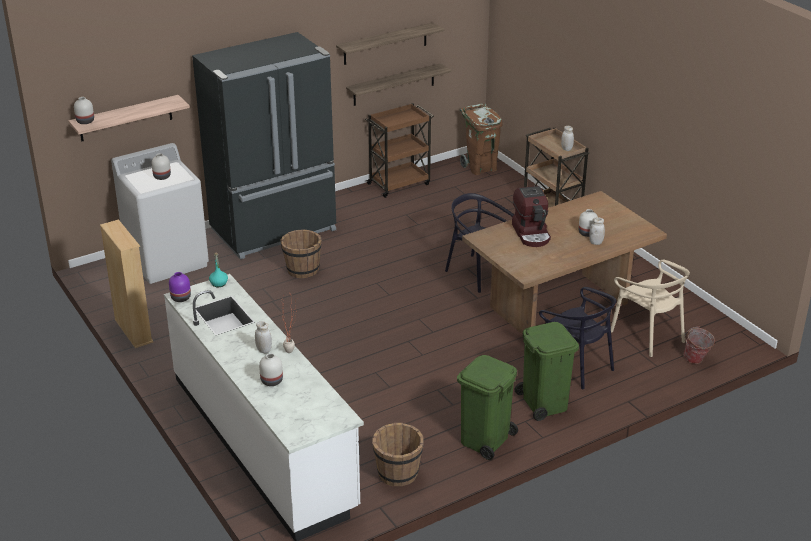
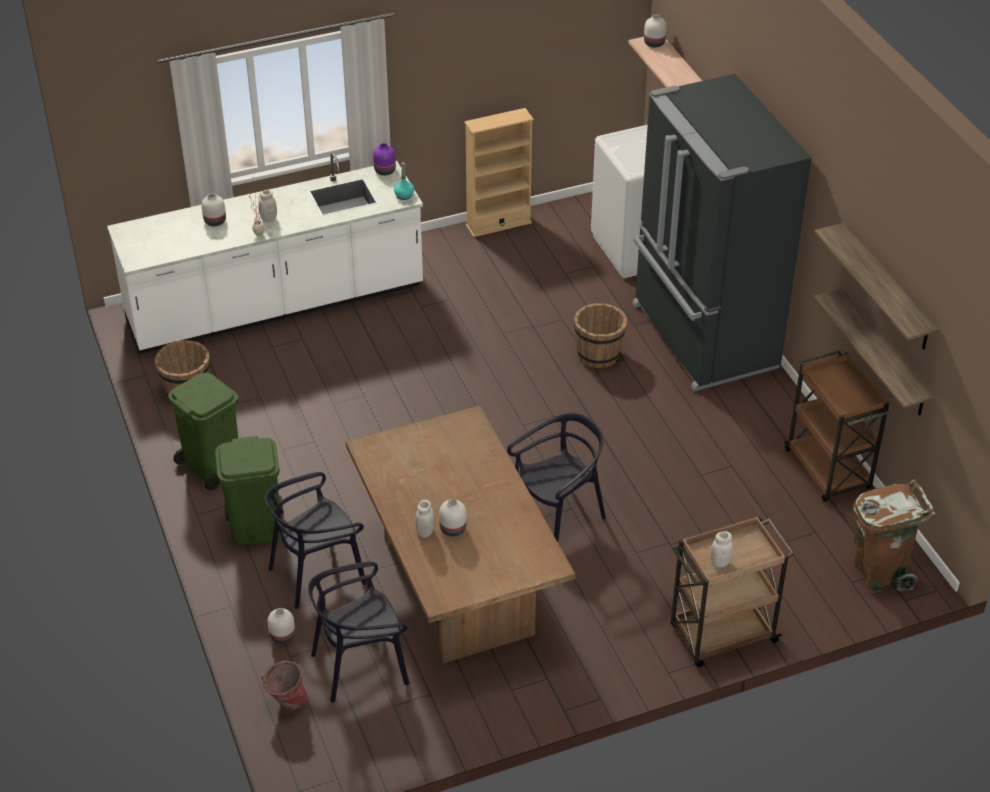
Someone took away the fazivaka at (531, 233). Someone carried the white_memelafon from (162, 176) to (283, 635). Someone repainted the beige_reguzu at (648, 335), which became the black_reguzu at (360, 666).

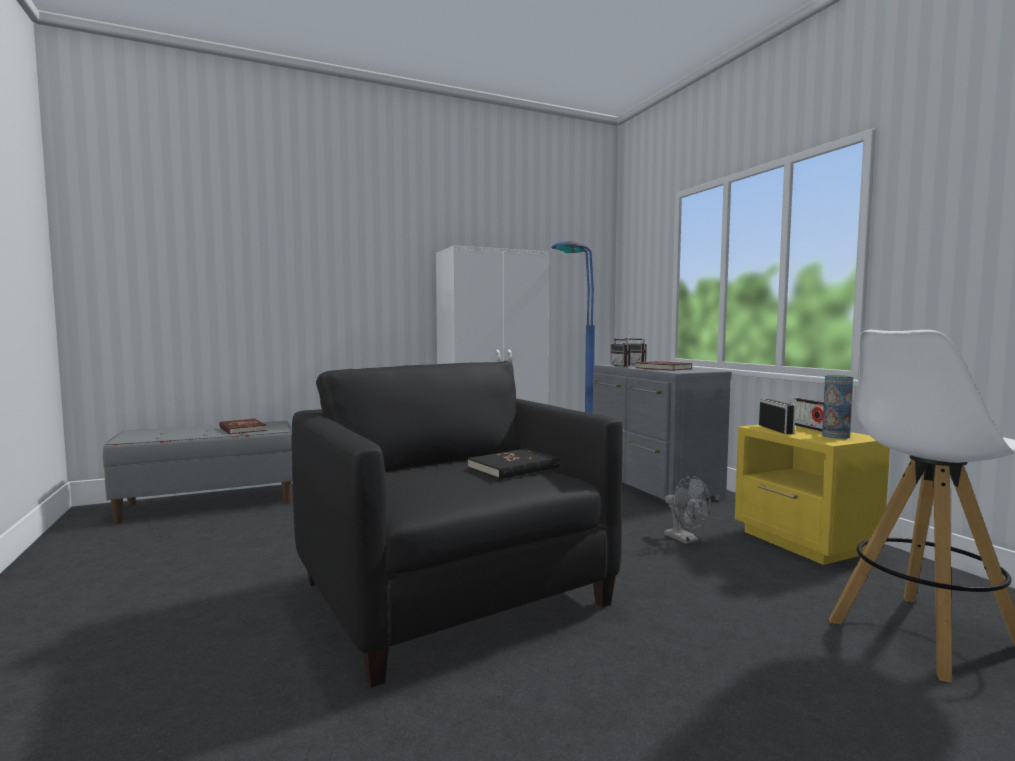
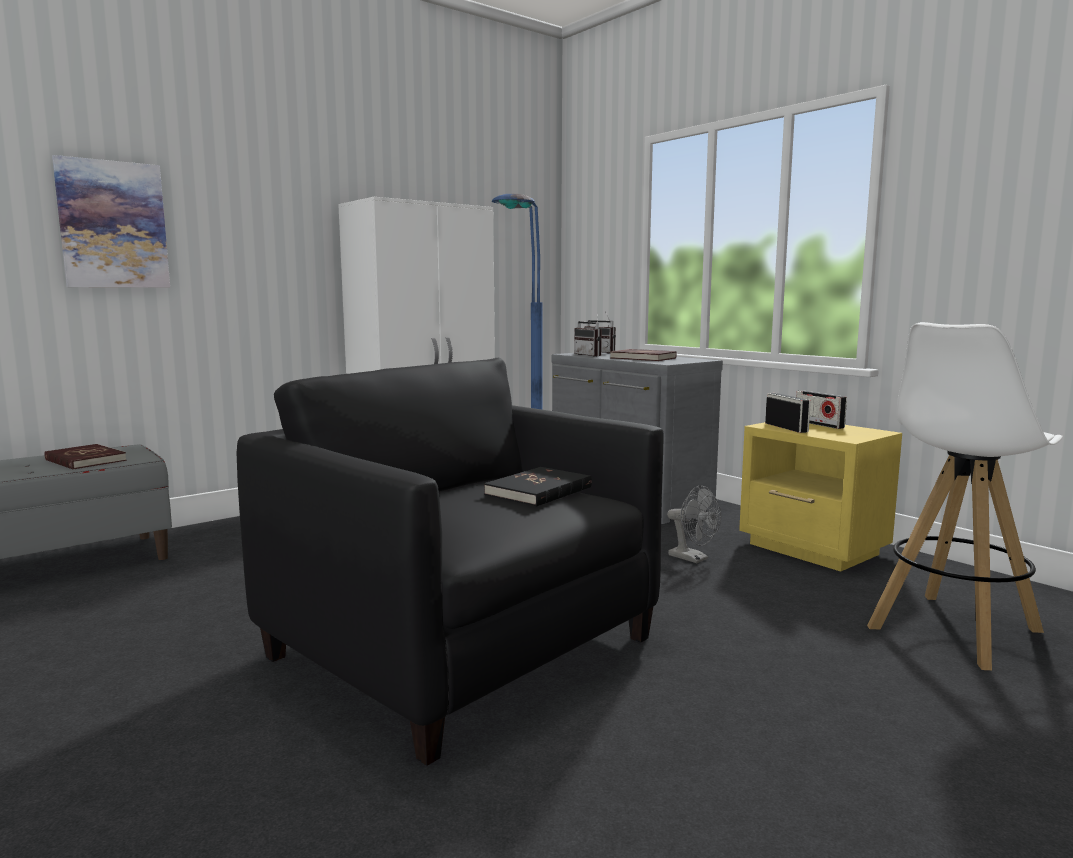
Someone took away the memelafon at (835, 436). Someone put up the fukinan at (113, 225).

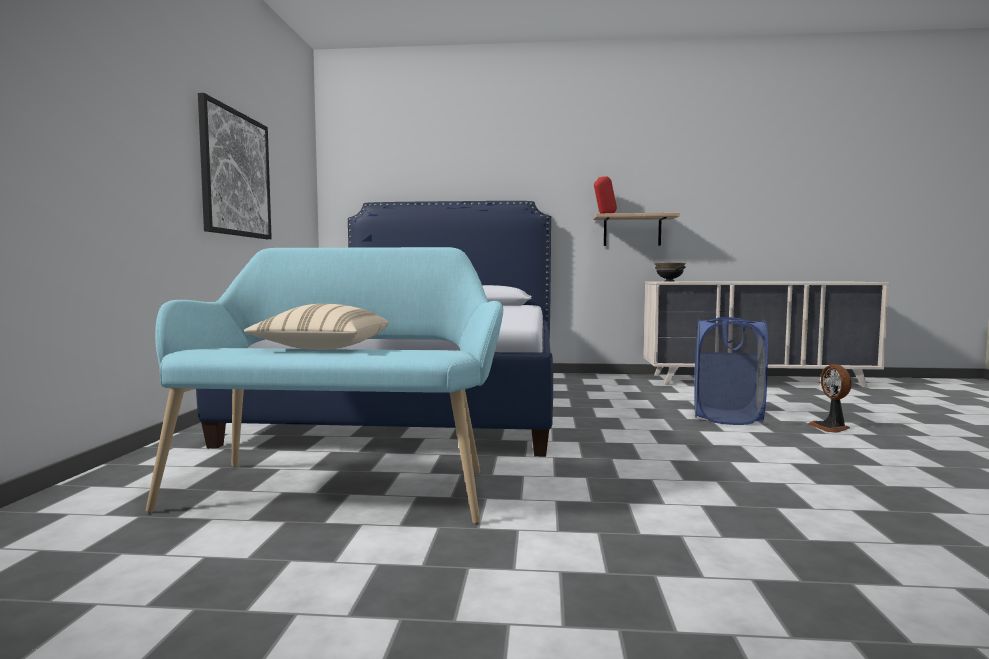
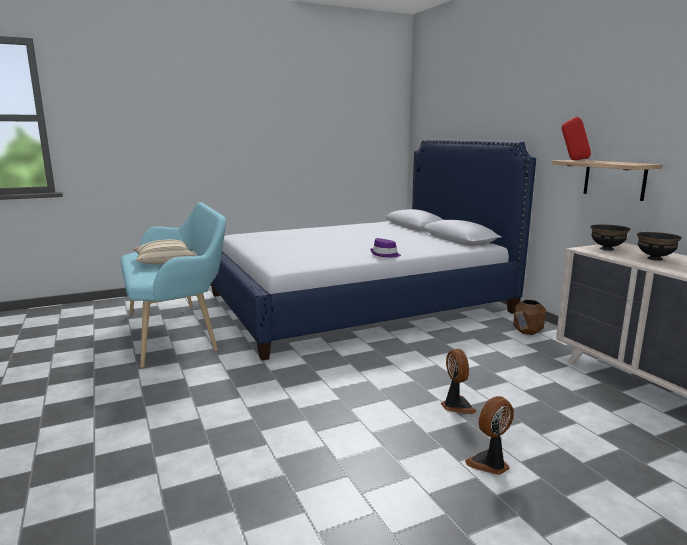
Someone took away the fukinan at (235, 174). Someone put down the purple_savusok at (385, 255). Someone put down the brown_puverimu at (528, 331). Someone put down the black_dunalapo at (654, 258). Someone swapped the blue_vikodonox at (727, 418) for the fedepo at (456, 406).

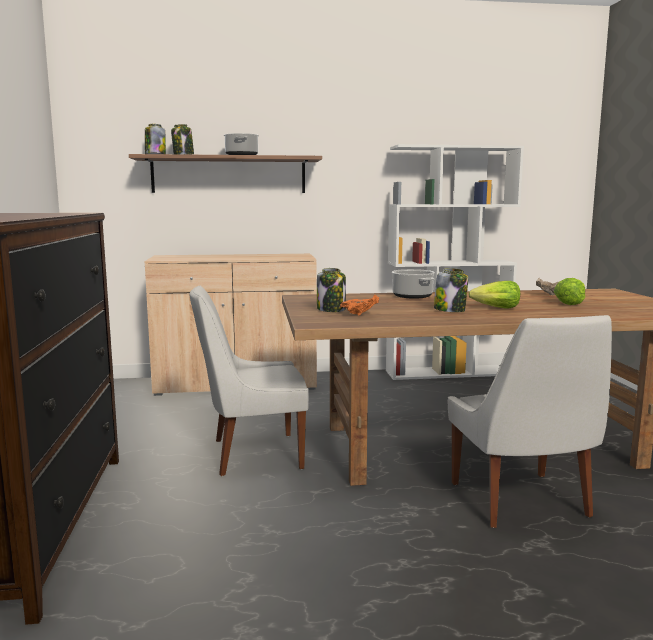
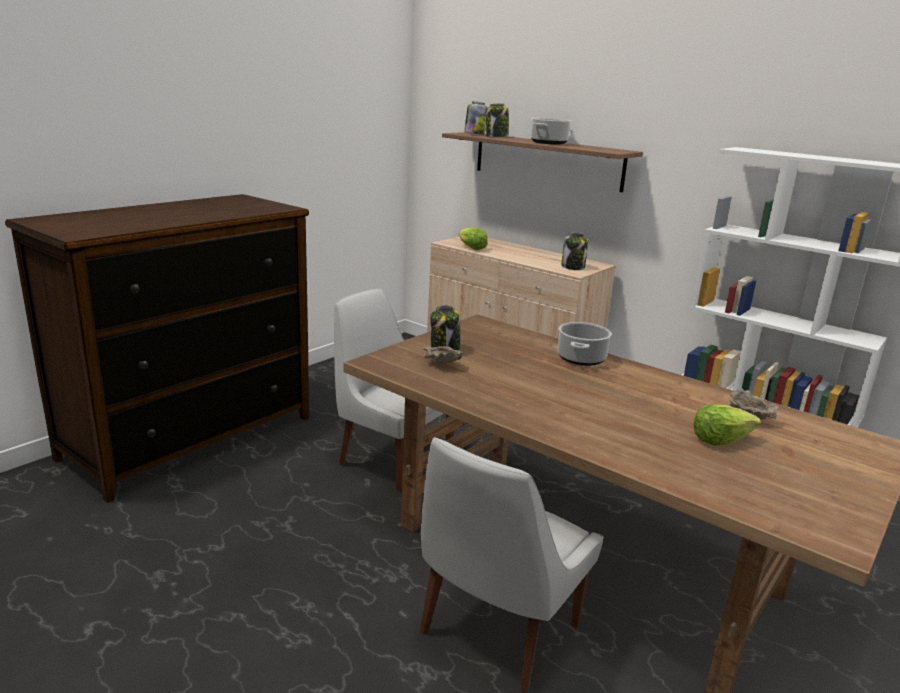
Someone carried the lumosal from (450, 310) to (573, 267). Someone carried the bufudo from (496, 308) to (471, 248). Someone repainted the orange_dunalapo at (359, 315), which became the beige_dunalapo at (442, 365).

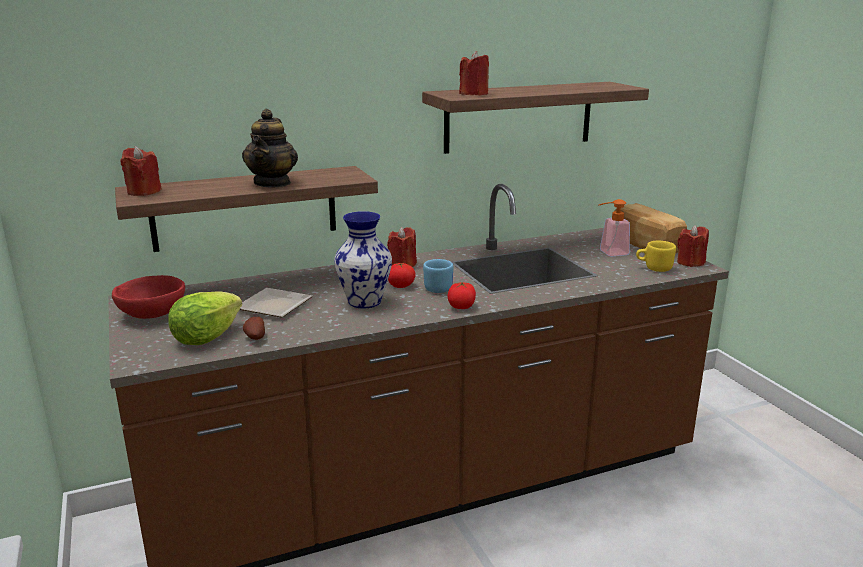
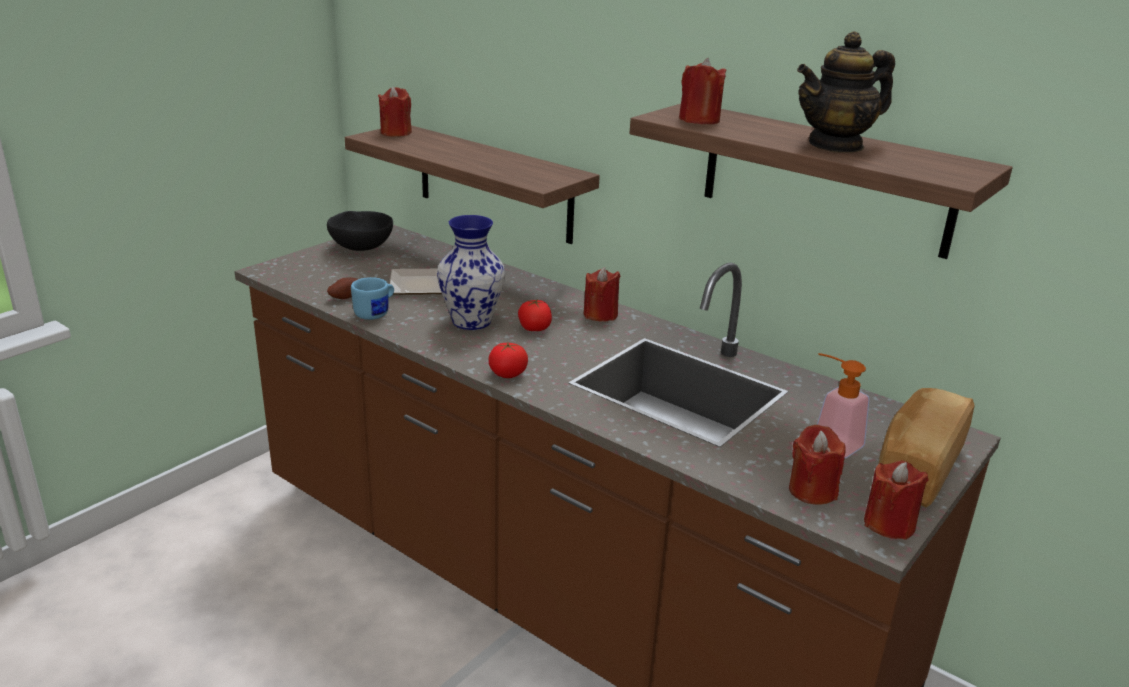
Someone took away the bufudo at (206, 337). Someone carried the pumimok from (273, 183) to (836, 145). Someone carried the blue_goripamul from (436, 288) to (376, 313). Someone swapped the yellow_goripamul at (653, 268) for the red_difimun at (812, 490). Someone repainted the red_dunalapo at (153, 314), which became the black_dunalapo at (362, 247).

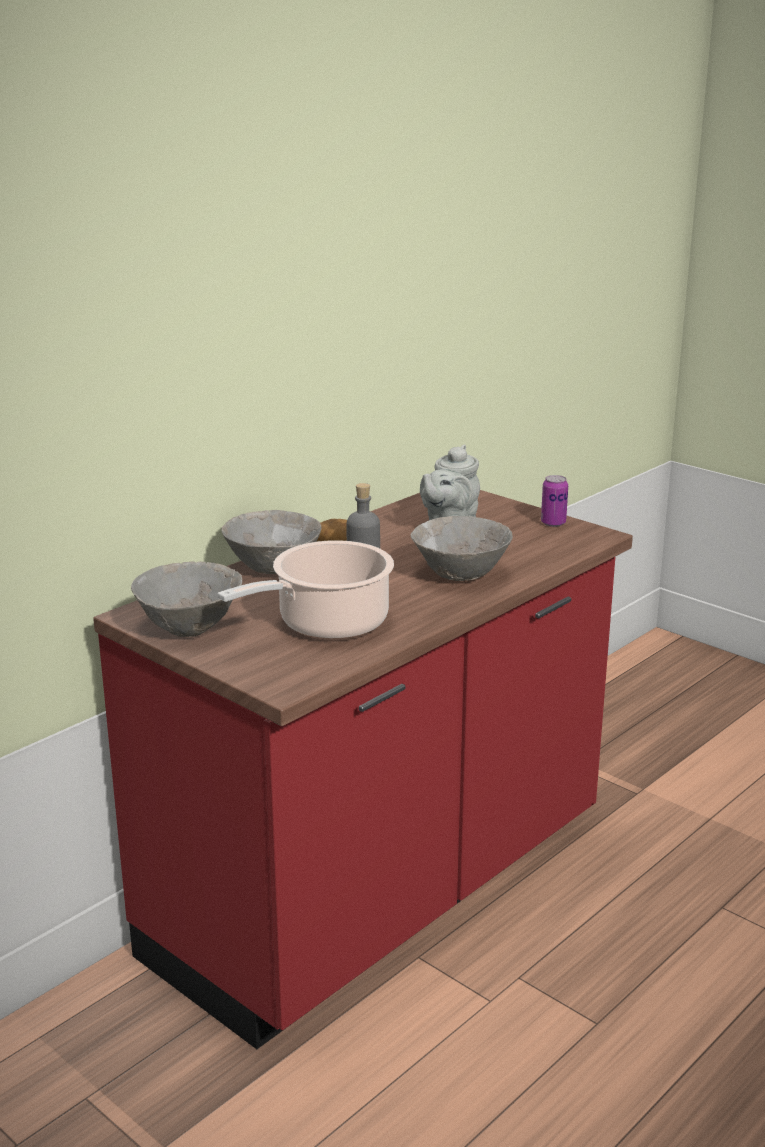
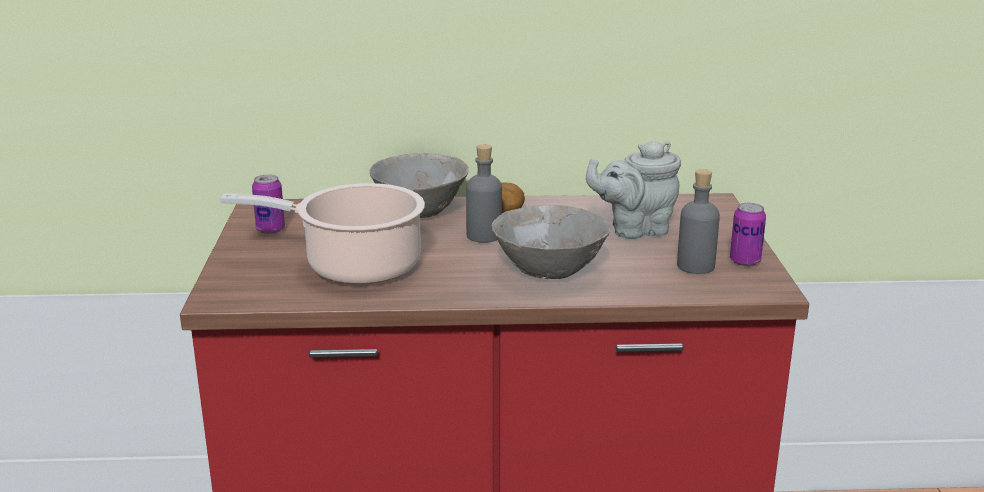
Someone put down the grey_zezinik at (695, 266). Someone swapped the grey_dunalapo at (190, 626) for the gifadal at (270, 229).

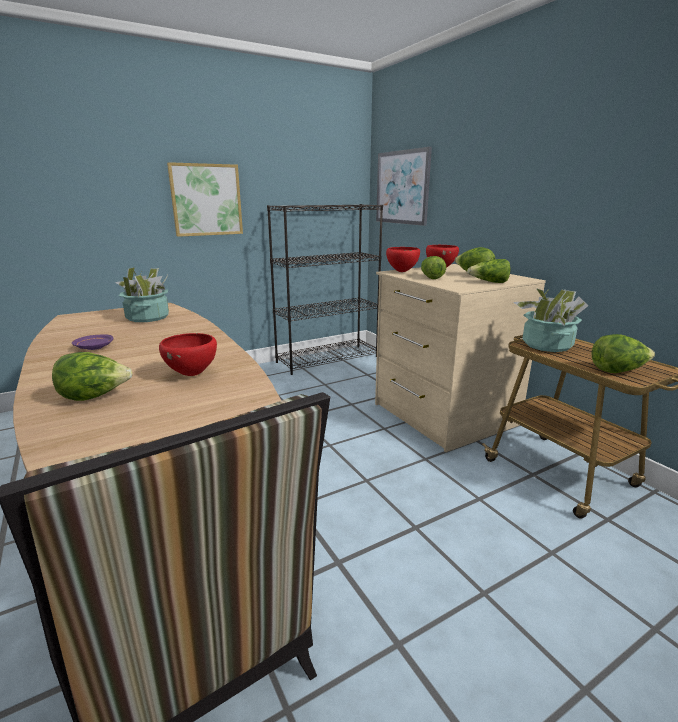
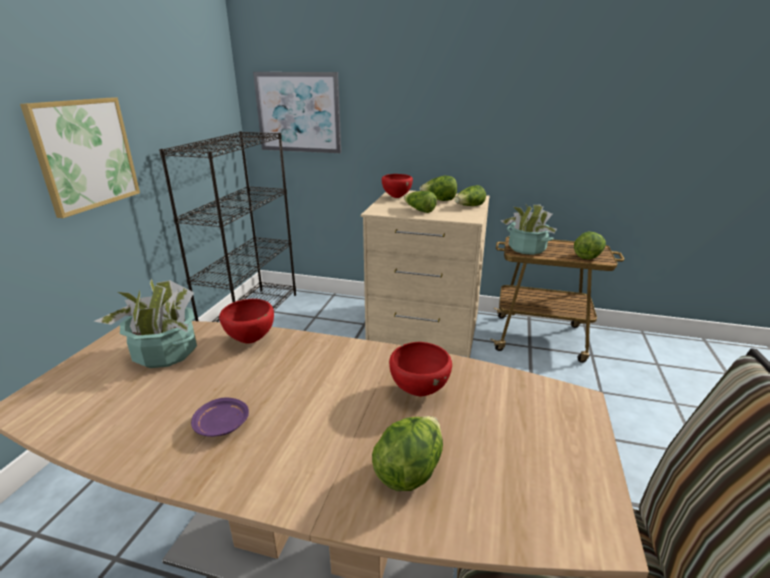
Someone carried the red_dunalapo from (402, 272) to (251, 340).

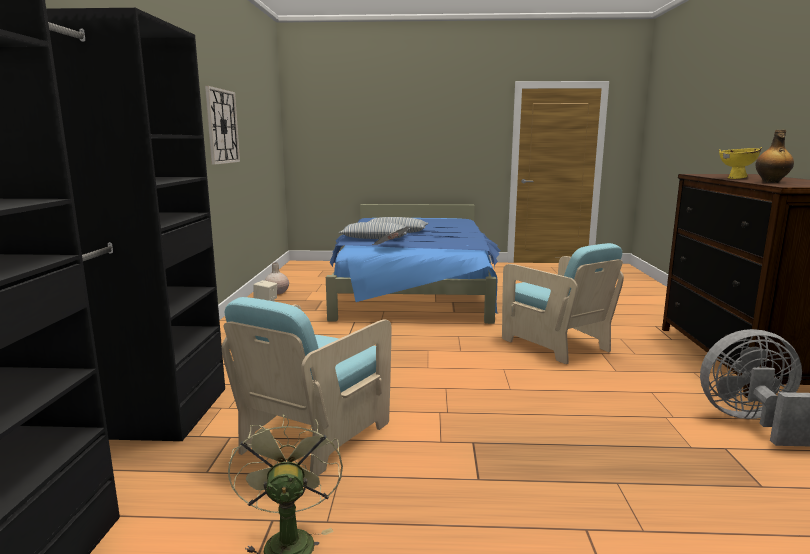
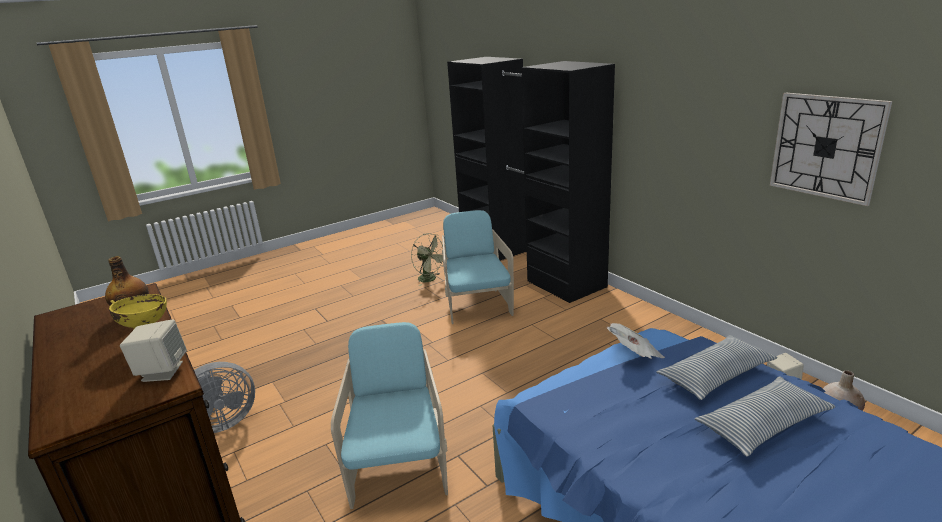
Someone put down the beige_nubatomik at (162, 371). Someone rotated the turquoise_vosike at (555, 344) by 60 degrees clockwise.

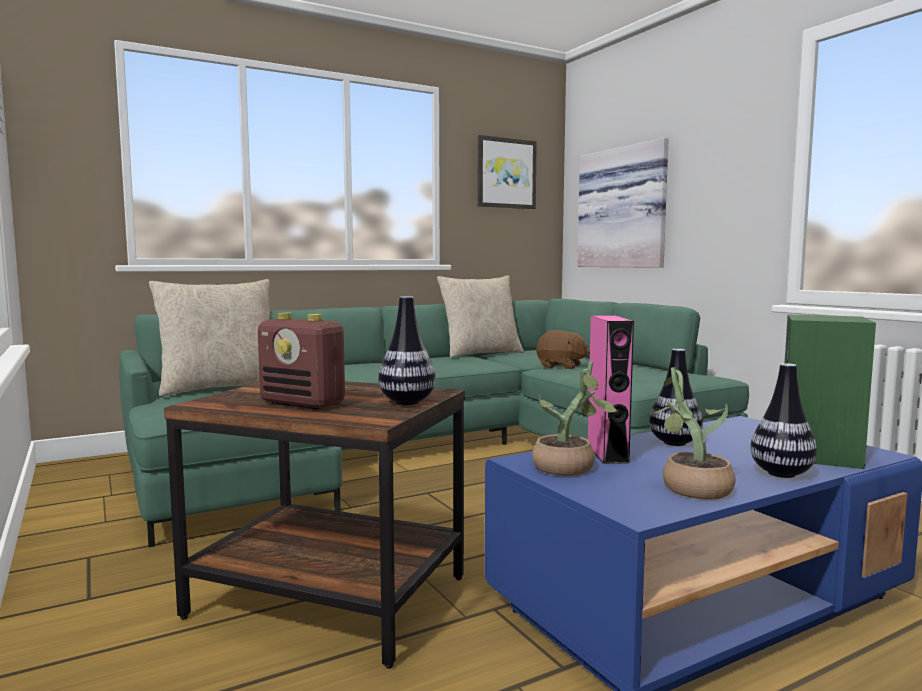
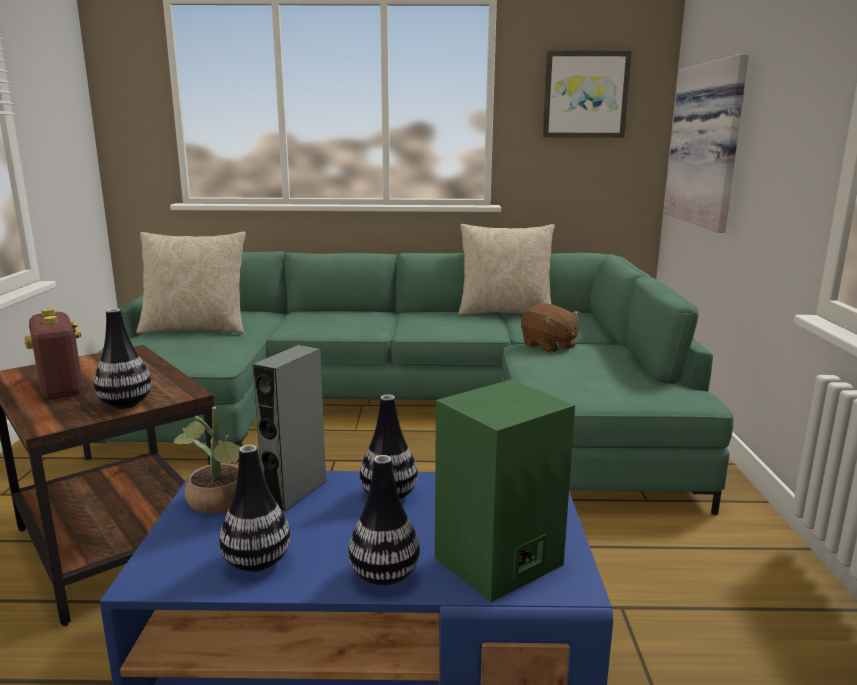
Someone swapped the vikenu at (688, 487) for the memelafon at (257, 563). Someone repainted the pink_nubatomik at (607, 453), which became the grey_nubatomik at (295, 492).

